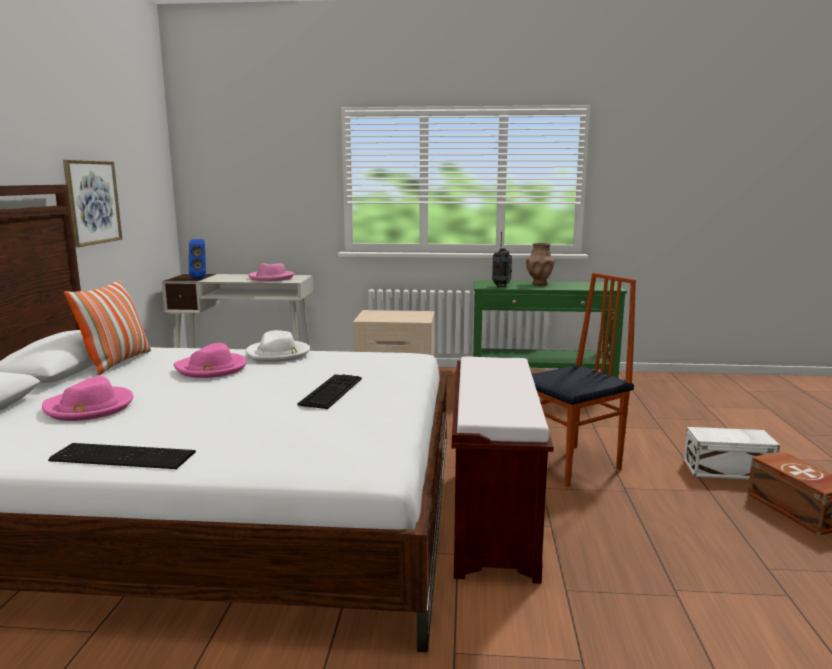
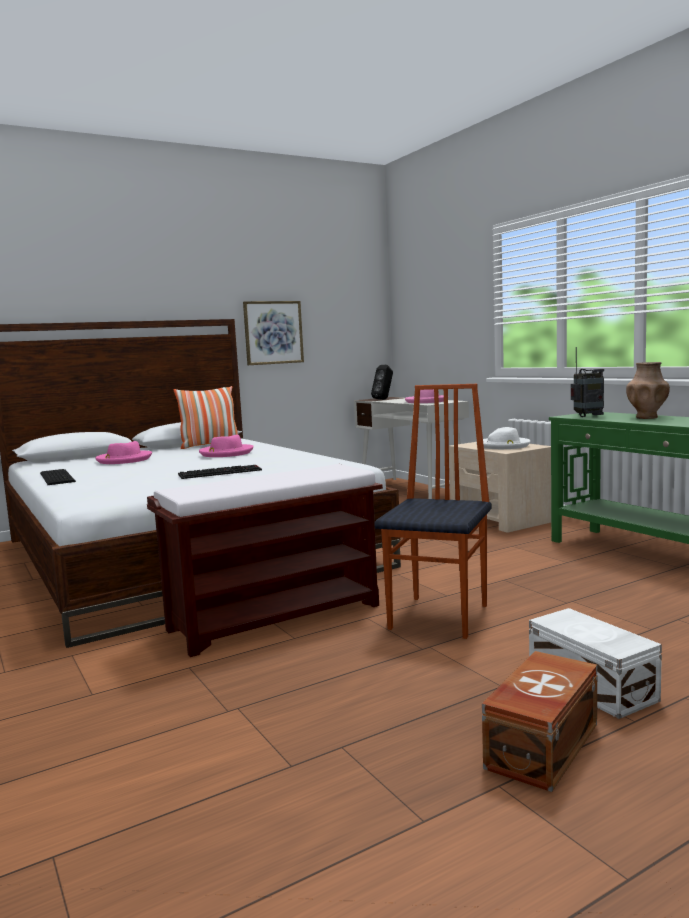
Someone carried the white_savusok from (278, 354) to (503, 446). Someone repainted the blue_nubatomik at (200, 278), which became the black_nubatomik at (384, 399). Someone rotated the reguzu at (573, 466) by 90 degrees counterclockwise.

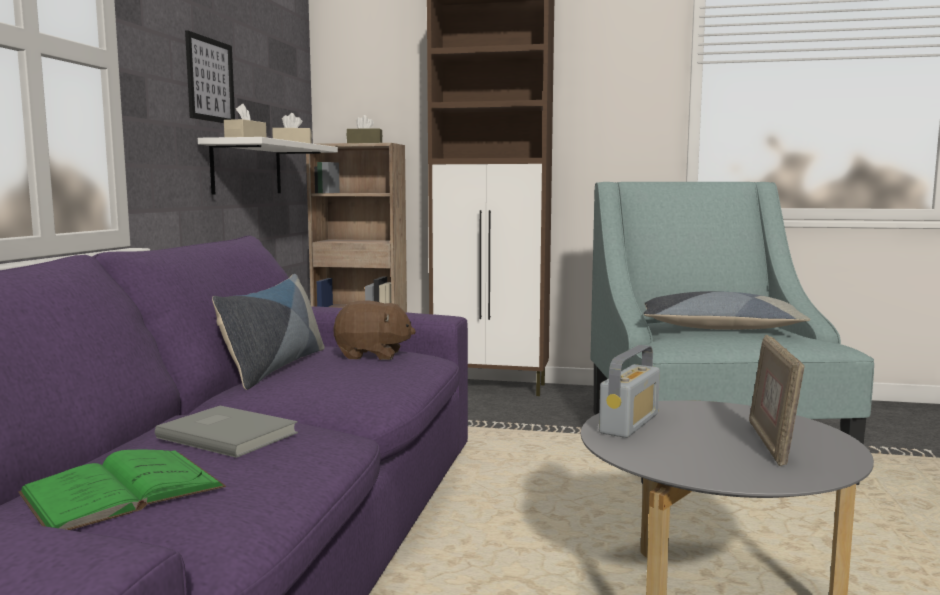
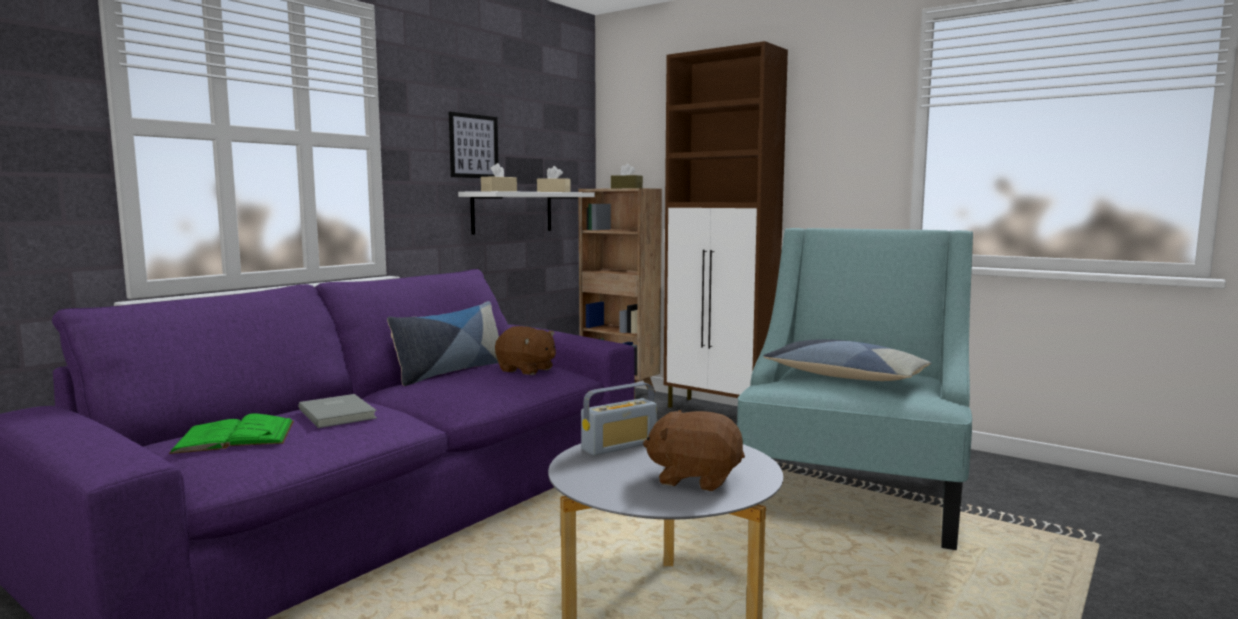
Someone swapped the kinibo at (771, 444) for the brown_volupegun at (695, 478).

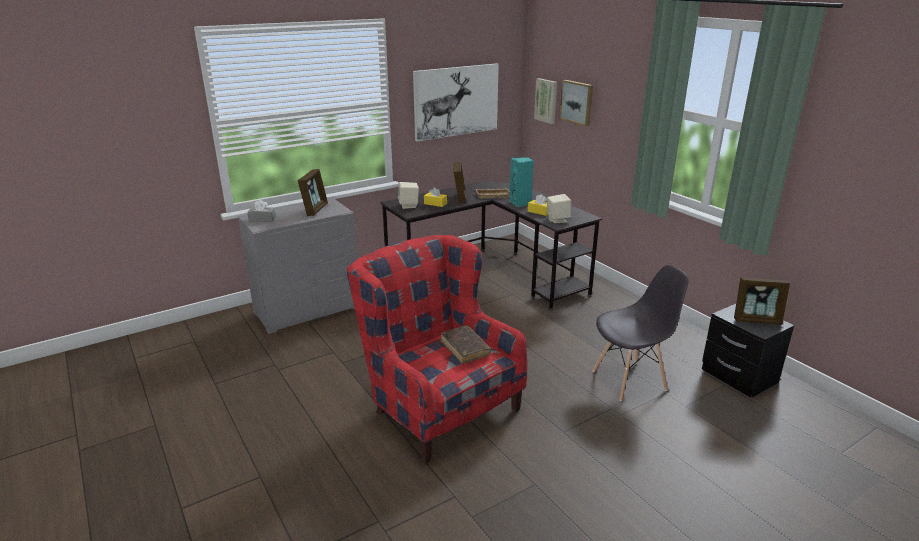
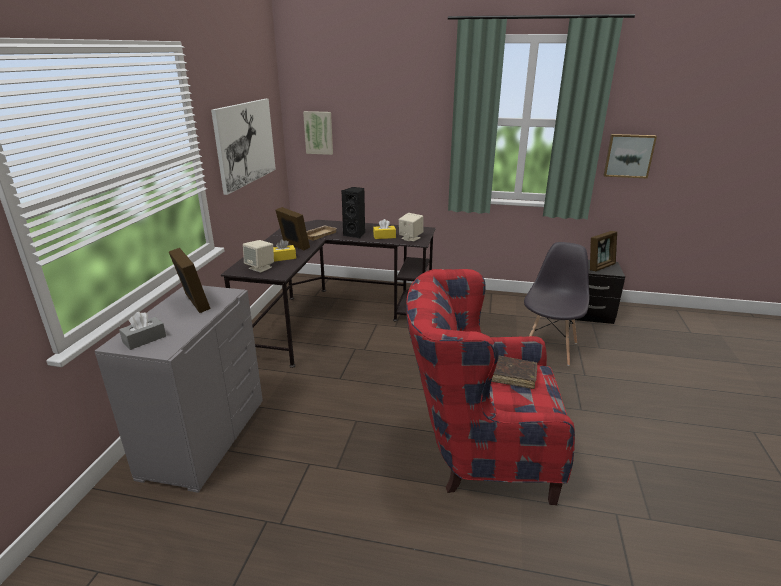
Someone carried the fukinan from (577, 102) to (628, 155). Someone repainted the turquoise_nubatomik at (521, 203), which became the black_nubatomik at (355, 234).

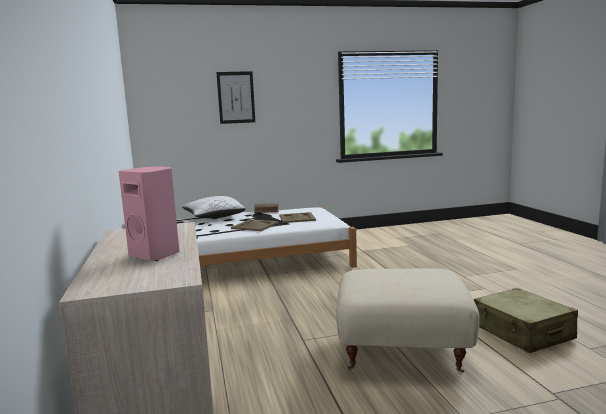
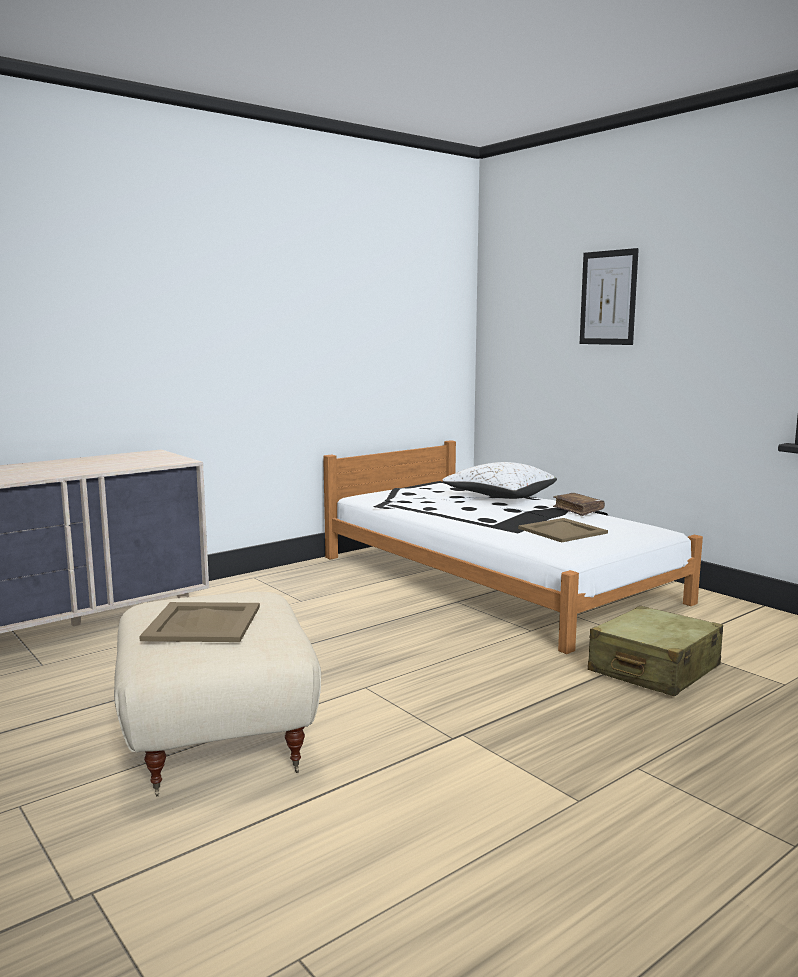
Someone took away the pink_nubatomik at (156, 254). Someone carried the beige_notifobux from (255, 225) to (203, 623). Someone carried the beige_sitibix from (522, 332) to (654, 669).

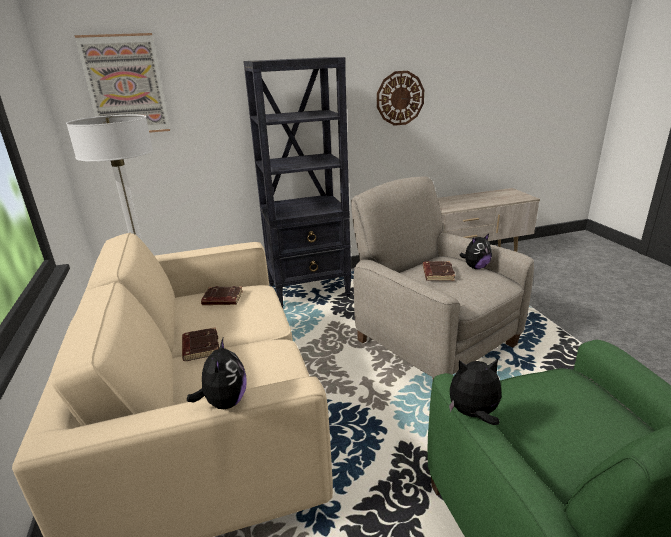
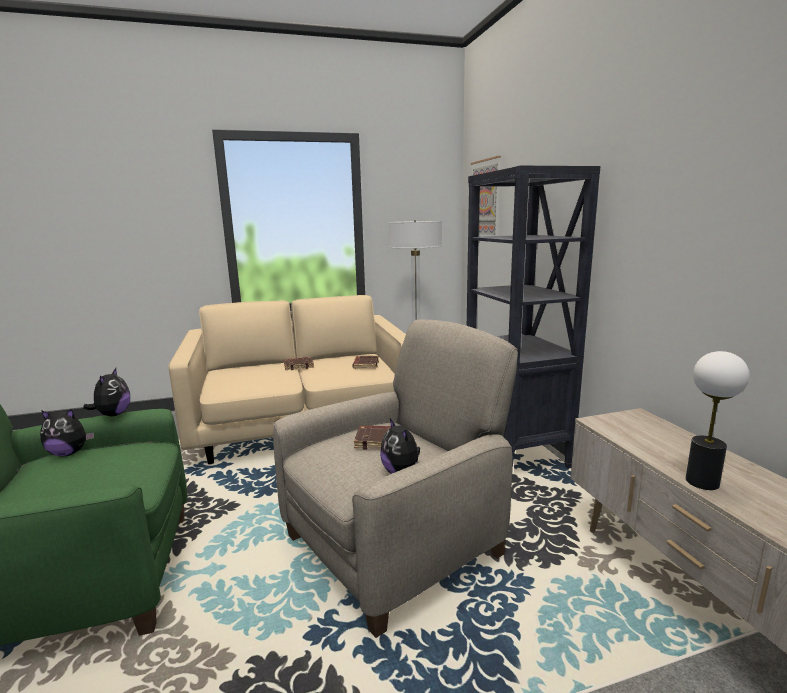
Someone took away the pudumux at (400, 98). Someone put down the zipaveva at (701, 482). Someone carried the volupegun from (224, 402) to (69, 453).

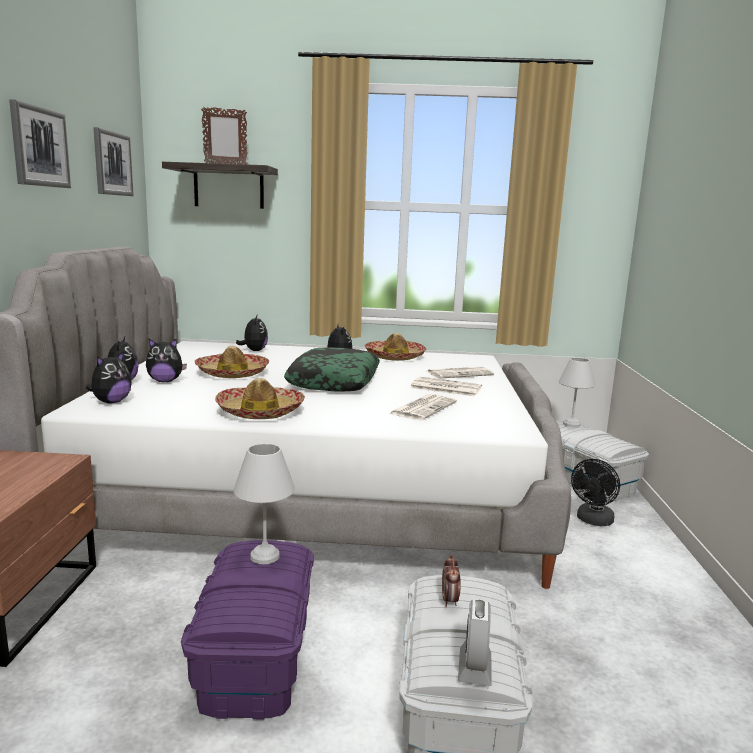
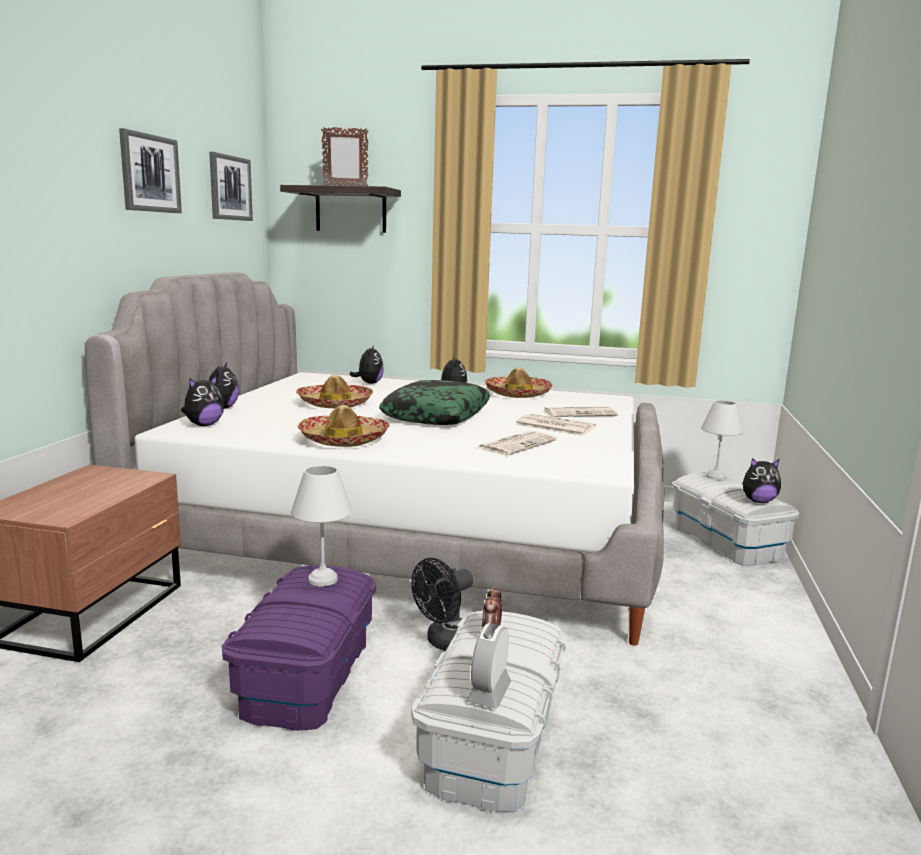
Someone carried the volupegun from (165, 381) to (758, 501). Someone carried the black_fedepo from (593, 521) to (445, 643).

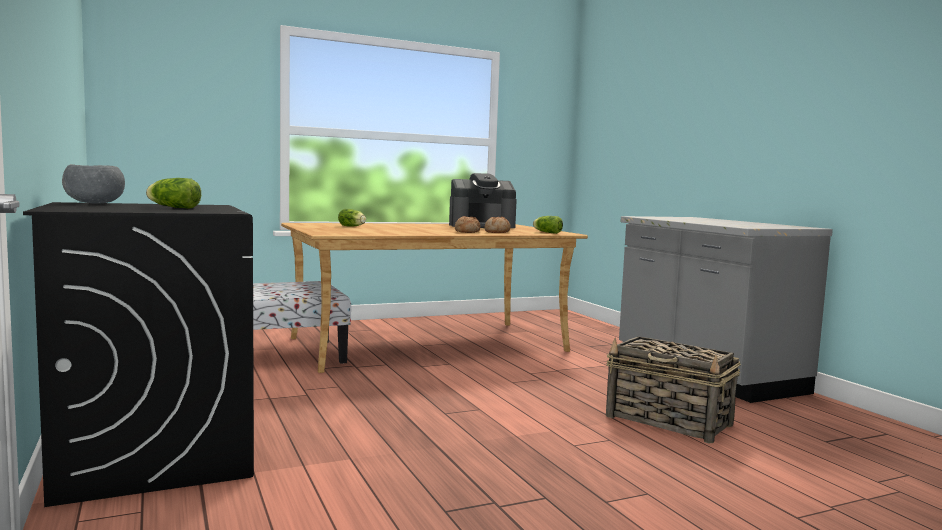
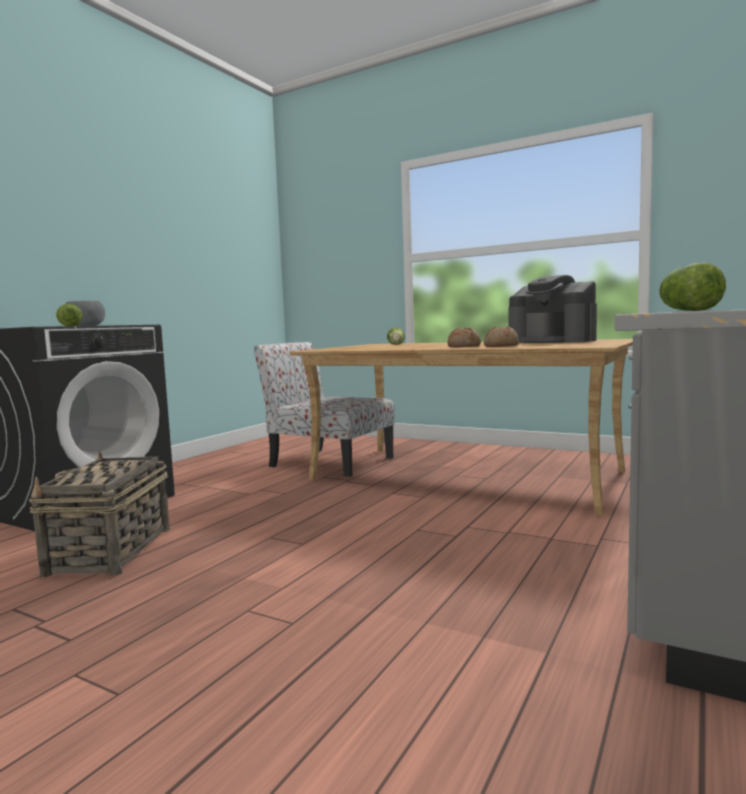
Someone carried the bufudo from (546, 232) to (686, 311). Someone carried the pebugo from (669, 421) to (110, 551).

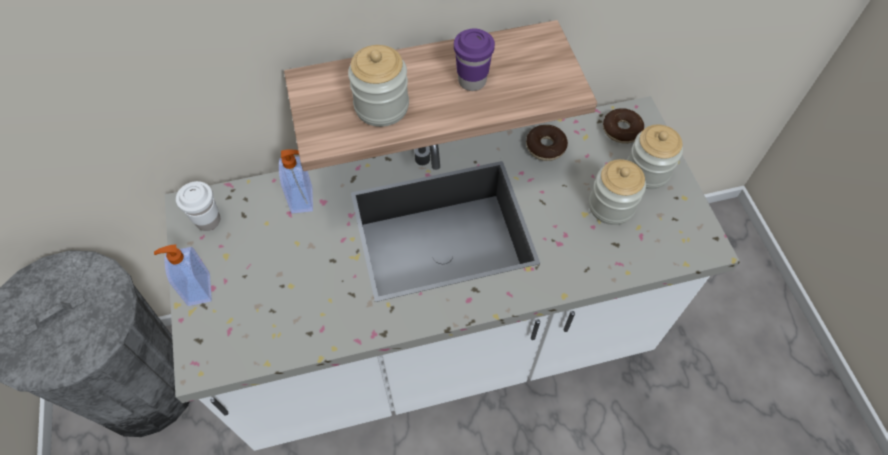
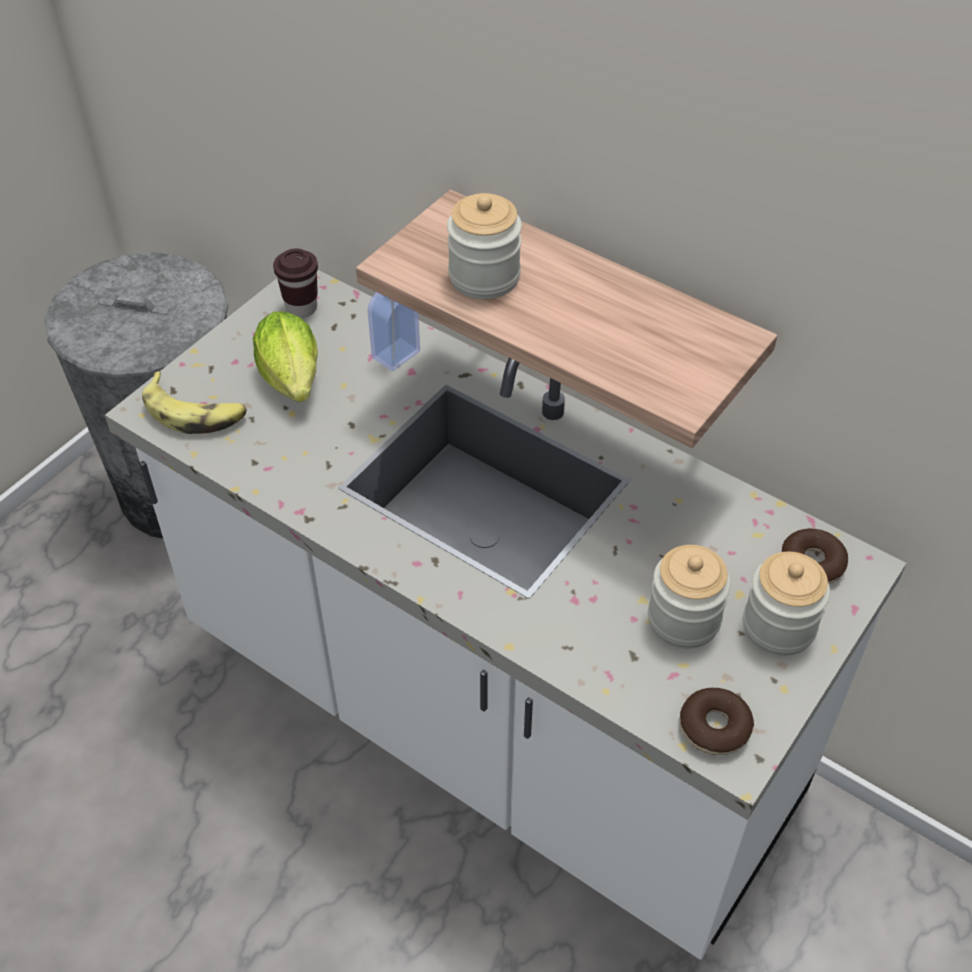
Someone took away the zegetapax at (197, 289). Someone took away the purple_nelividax at (472, 81). Someone put down the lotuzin at (195, 412). Someone put down the bufudo at (293, 383). Someone carried the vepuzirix from (545, 147) to (714, 727). Someone repainted the white_nelividax at (208, 221), which became the brown_nelividax at (301, 308).

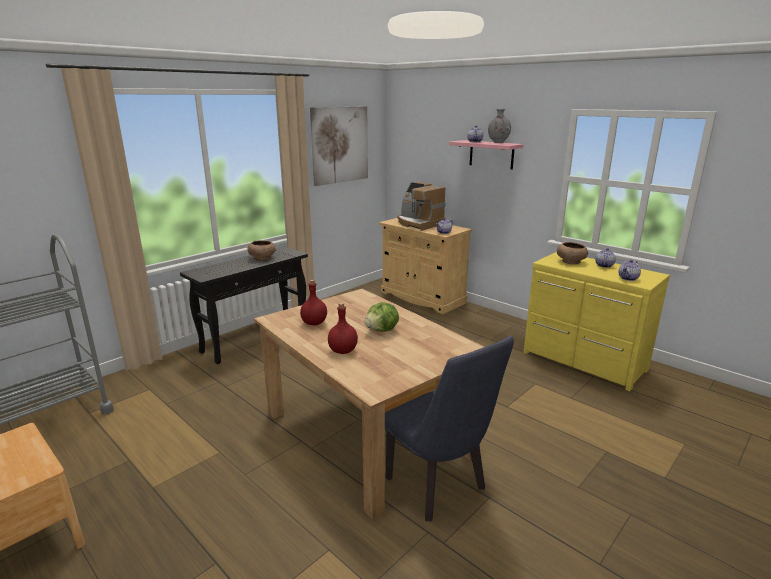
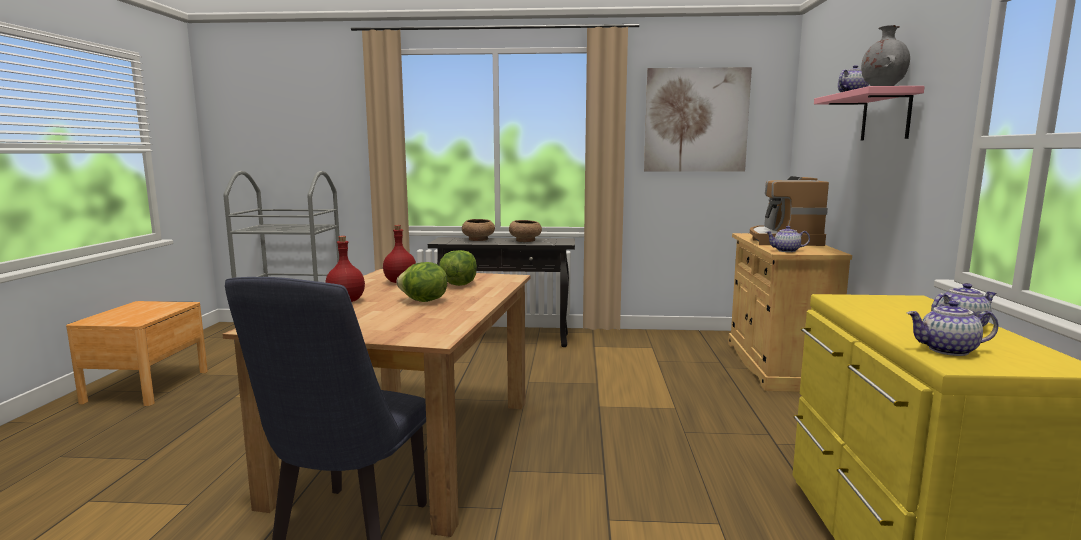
Someone put down the bufudo at (458, 284). Someone carried the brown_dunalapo from (571, 261) to (478, 239).

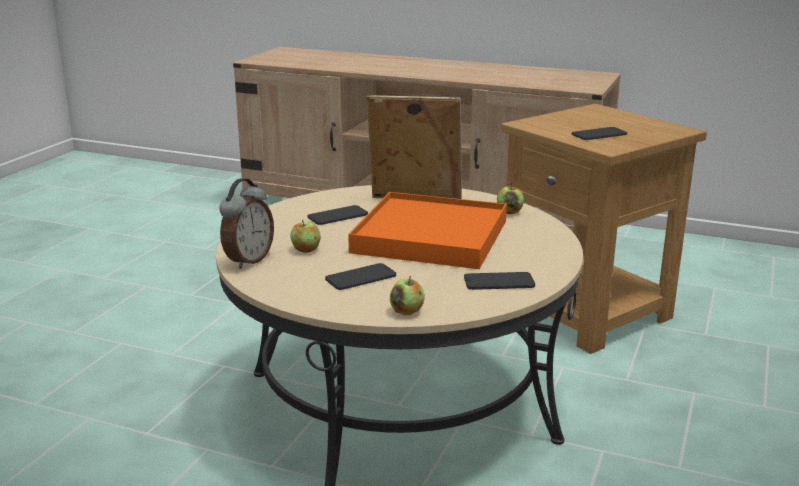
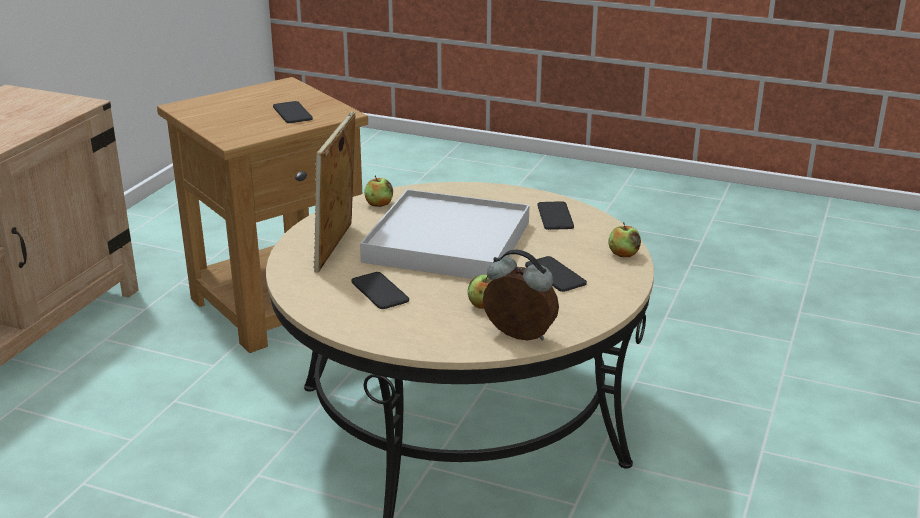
Someone repainted the orange_notifobux at (430, 237), which became the white_notifobux at (448, 242).

